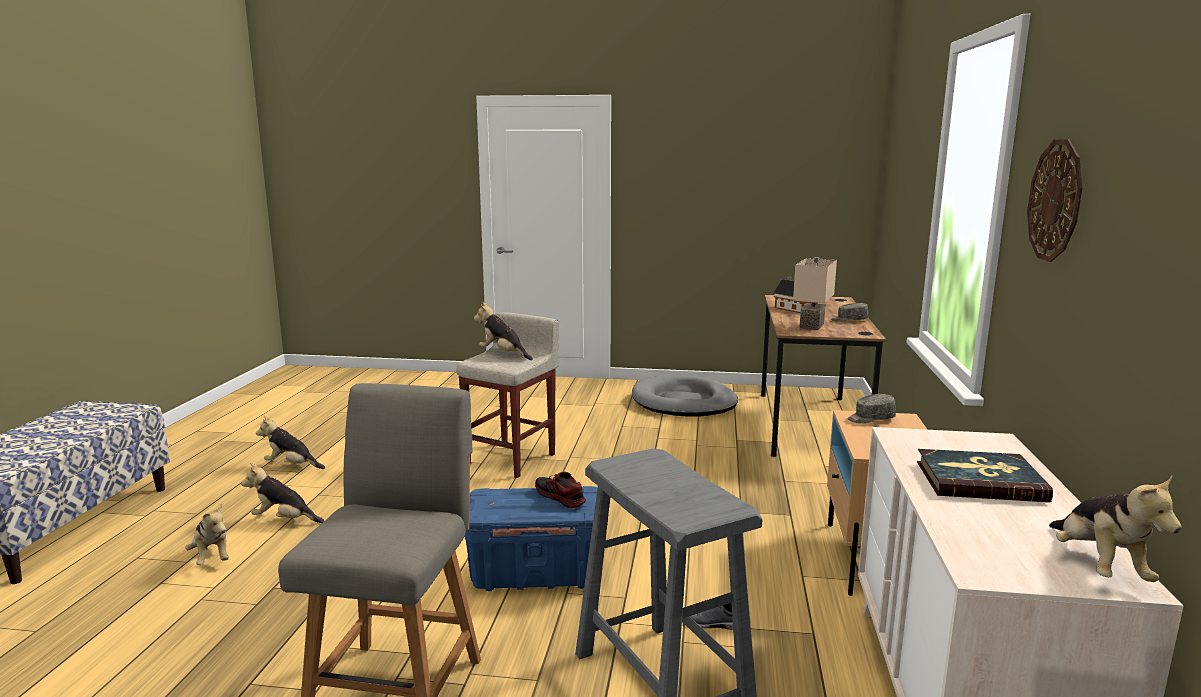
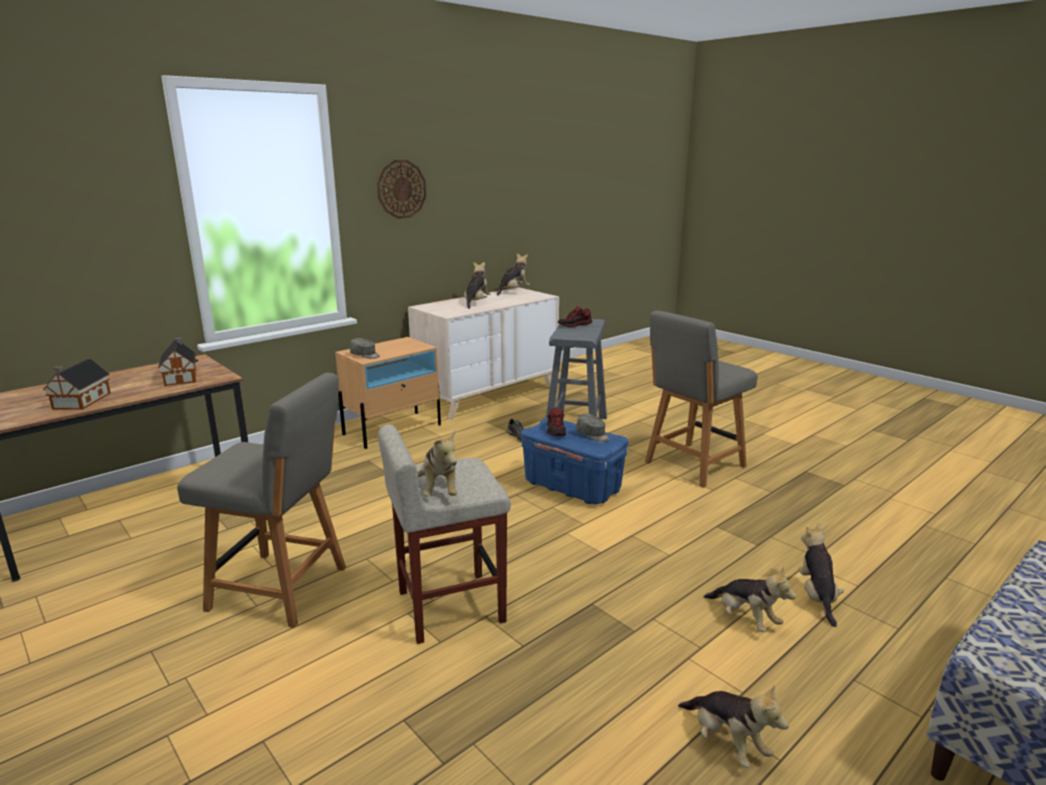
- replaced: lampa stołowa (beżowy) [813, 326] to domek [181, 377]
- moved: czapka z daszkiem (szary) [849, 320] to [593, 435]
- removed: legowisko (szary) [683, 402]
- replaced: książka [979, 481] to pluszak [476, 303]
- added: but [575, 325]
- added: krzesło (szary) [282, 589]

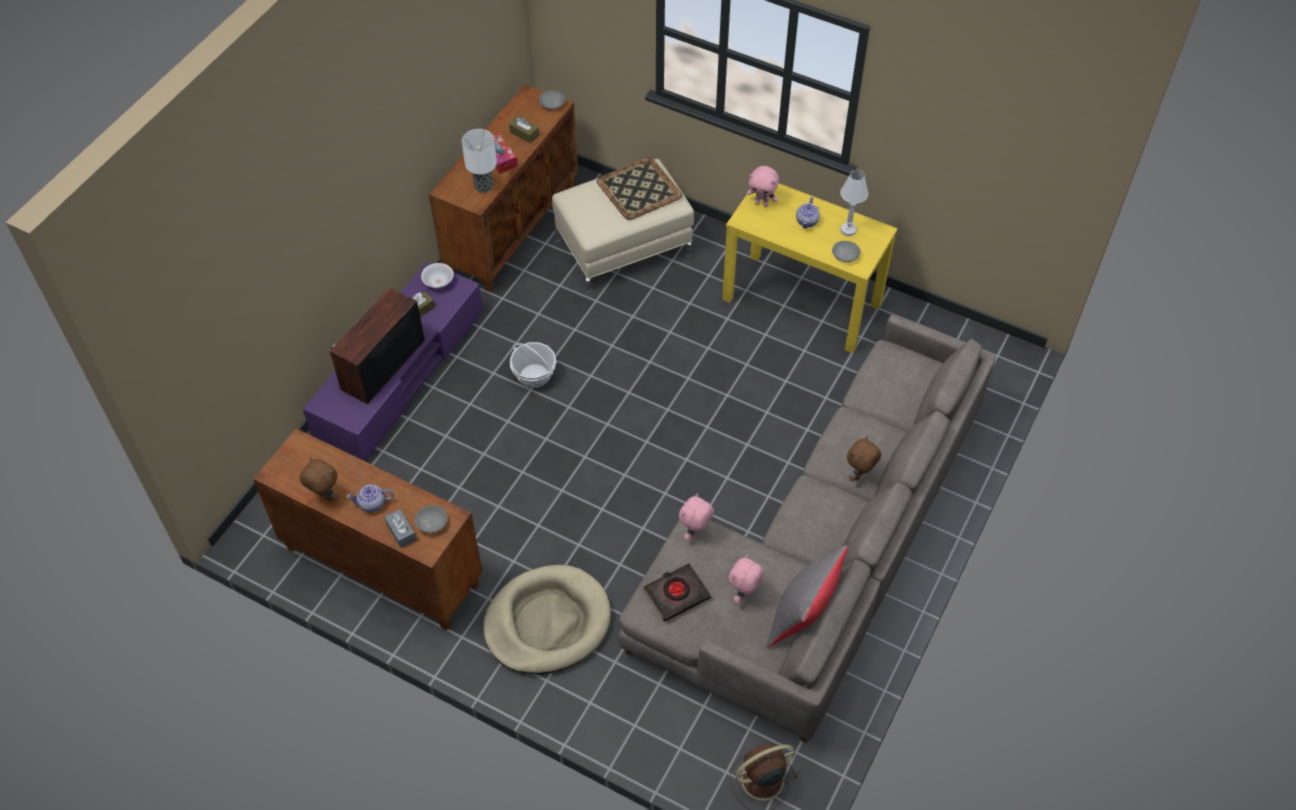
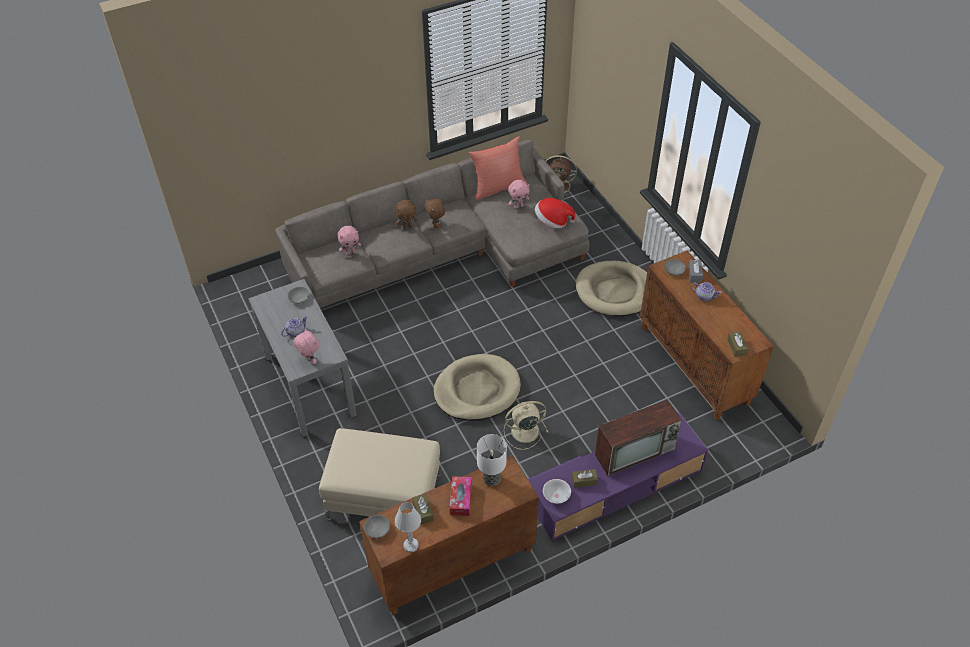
- removed: taca [638, 189]
- moved: lampa stołowa (biały) [848, 230] to [411, 545]
- recoloured: stolik konsolowy (żółty) [802, 302] to stolik konsolowy (szary) [309, 384]
- replaced: koszyk [534, 376] to wentylator (beżowy) [523, 431]
- moved: pluszak (brązowy) [325, 497] to [436, 225]
- moved: pluszak (różowy) [695, 533] to [350, 252]
- recoloured: poduszka (szary) [803, 615] to poduszka (czerwony) [498, 187]
- replaced: książka (czarny) [676, 594] to kapelusz [552, 221]
- added: pudełko chusteczek (brązowy) [736, 347]
- added: legowisko (beżowy) [477, 390]

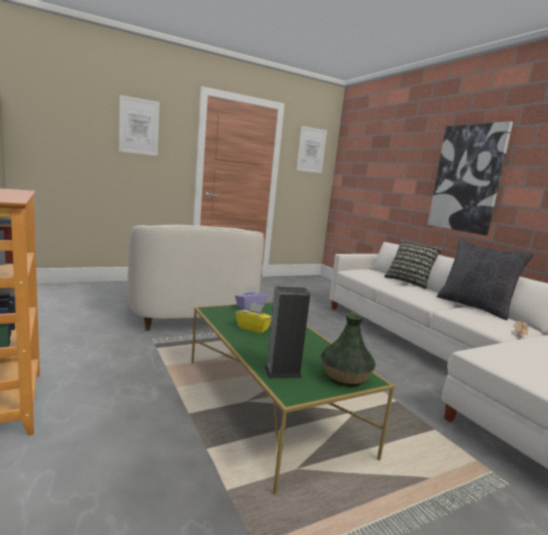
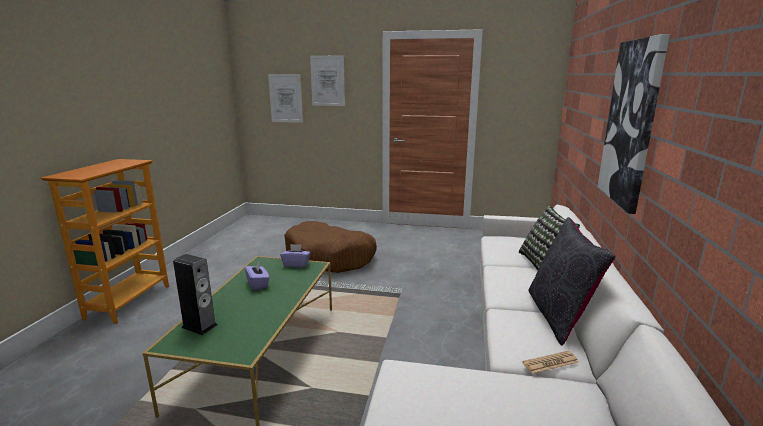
- moved: obraz [311, 150] to [286, 98]
- replaced: fotel (biały) [191, 312] to legowisko (brązowy) [330, 258]
- recoloured: pudełko chusteczek (żółty) [253, 328] to pudełko chusteczek (fioletowy) [258, 284]
- removed: wazon [344, 377]

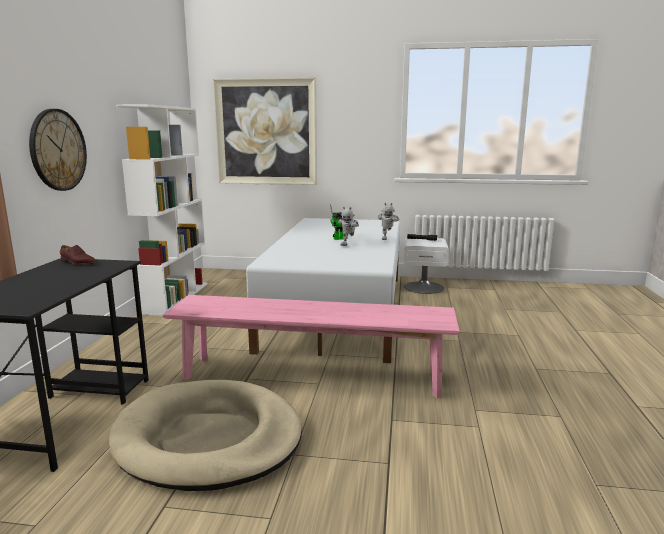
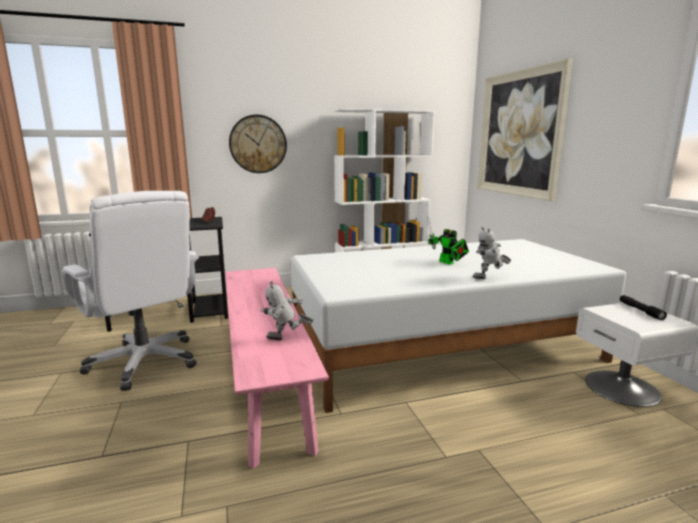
- moved: robot zabawkowy [348, 244] to [286, 340]
- replaced: legowisko (beżowy) [208, 439] to krzesło biurowe (biały) [145, 362]

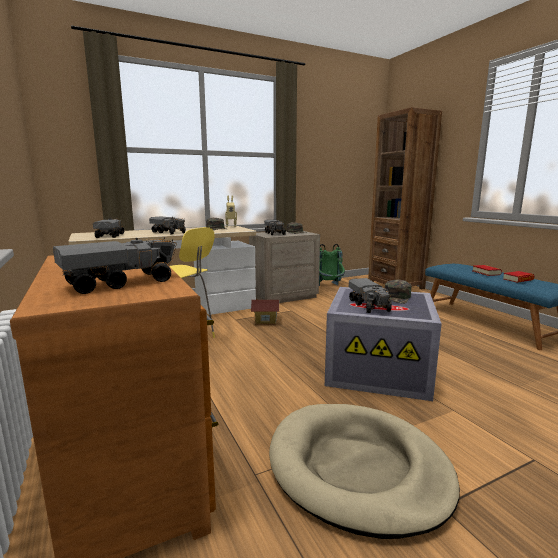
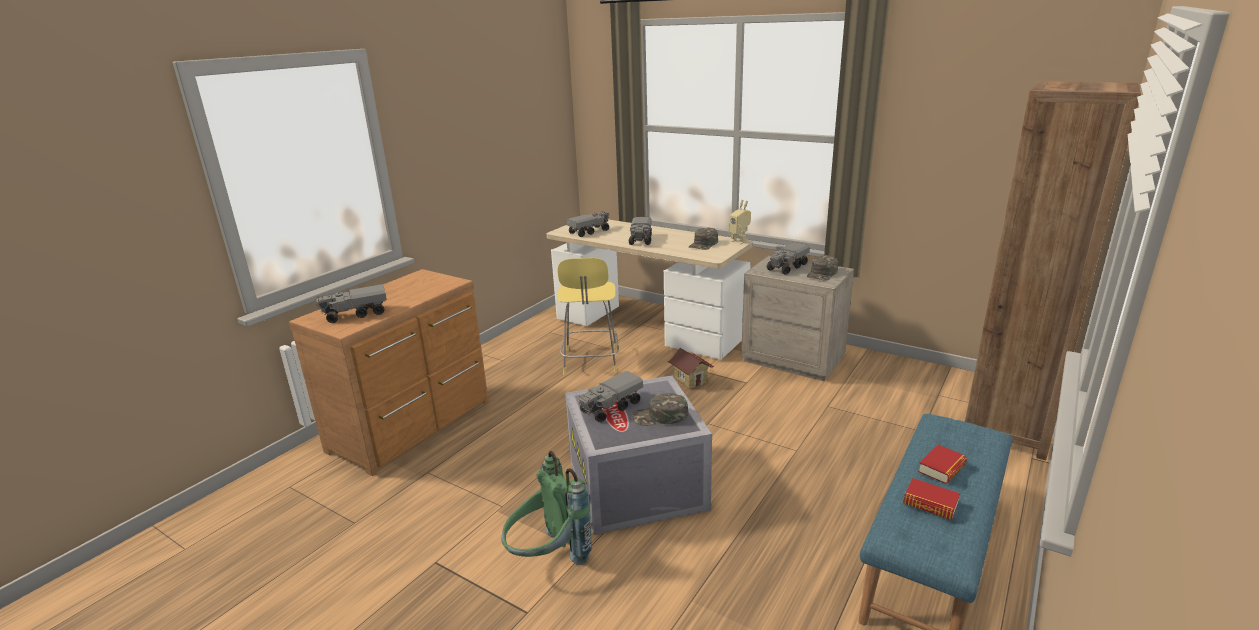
- turned: ciężarówka zabawkowa [120, 283] = [356, 314] 135 degrees clockwise
- moved: plecak (zielony) [329, 288] to [548, 559]
- removed: legowisko (beżowy) [357, 469]

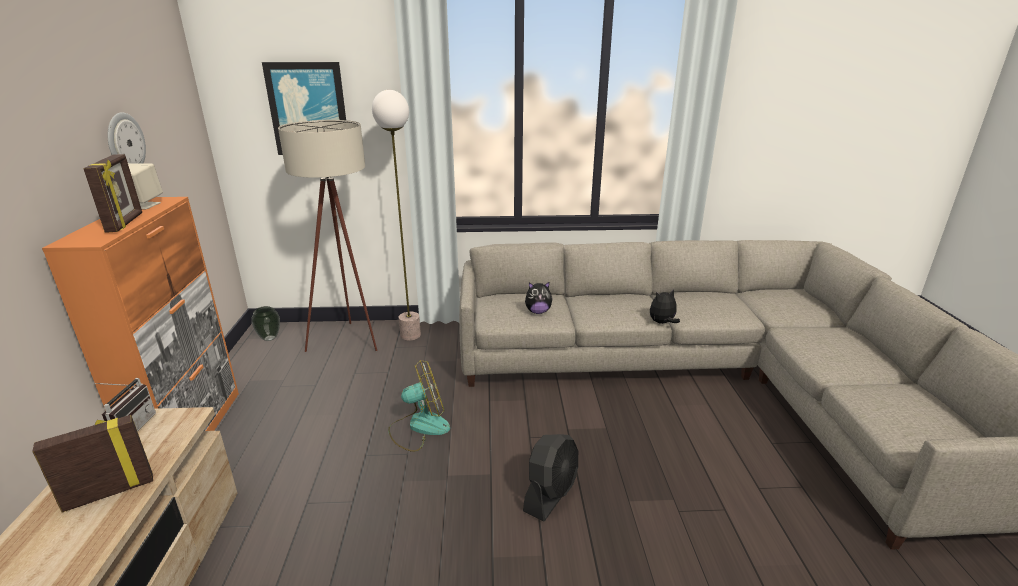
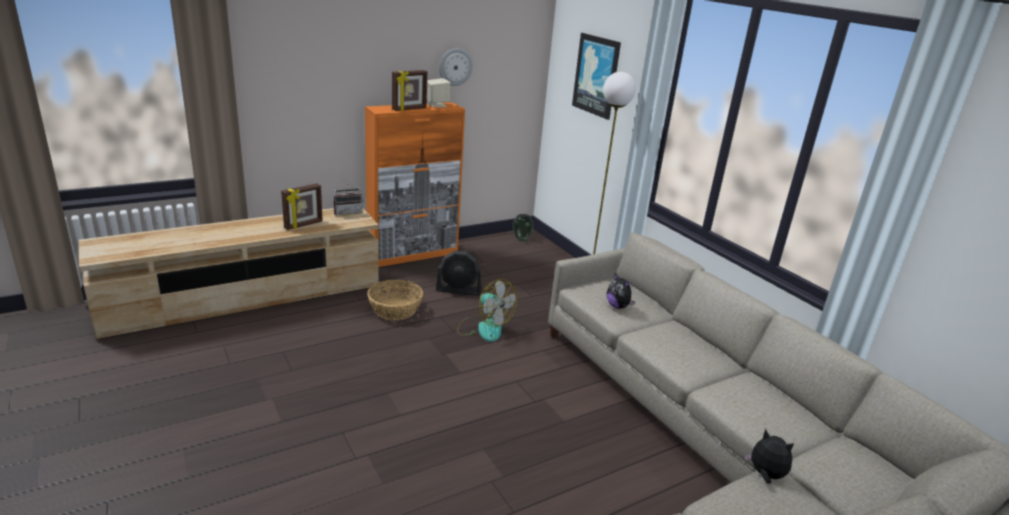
- removed: lampa stojąca (beżowy) [350, 344]
- moved: pluszak [662, 323] to [765, 475]
- turned: ramka na zdjęcie [109, 492] = [304, 225] 105 degrees clockwise
- moved: wentylator (czarny) [551, 494] to [459, 290]
- added: koszyk [395, 309]

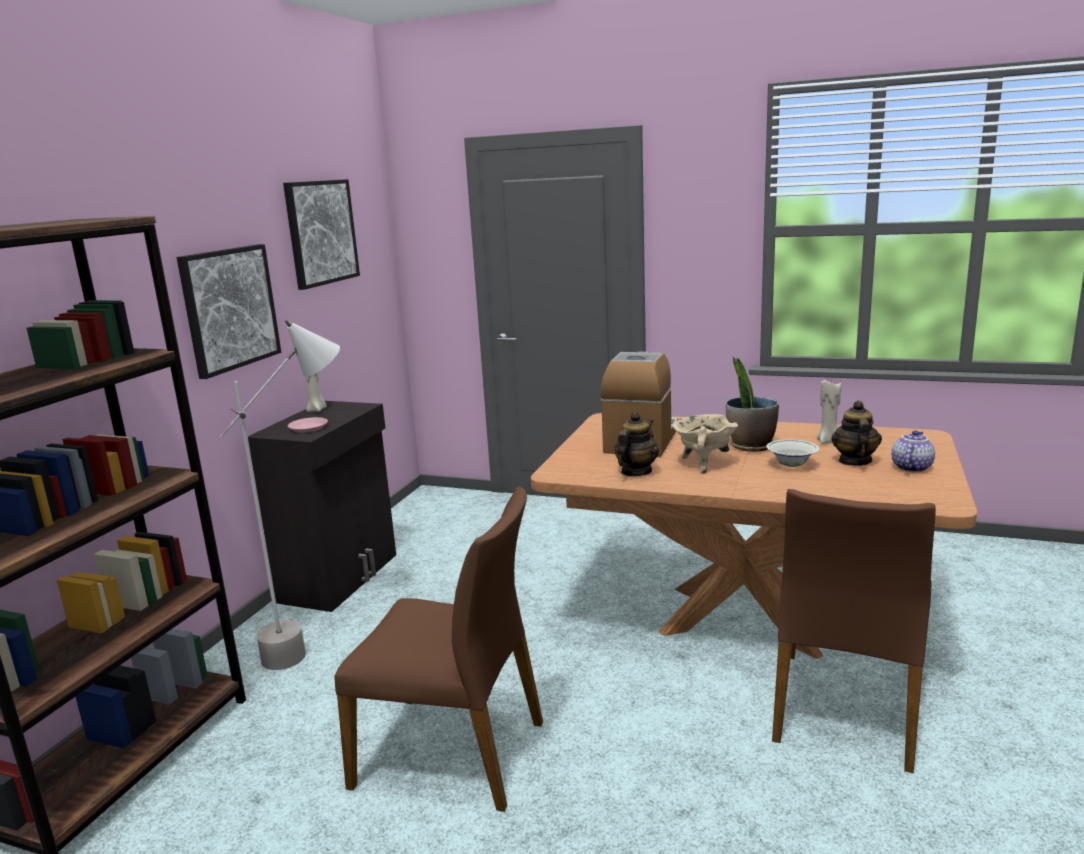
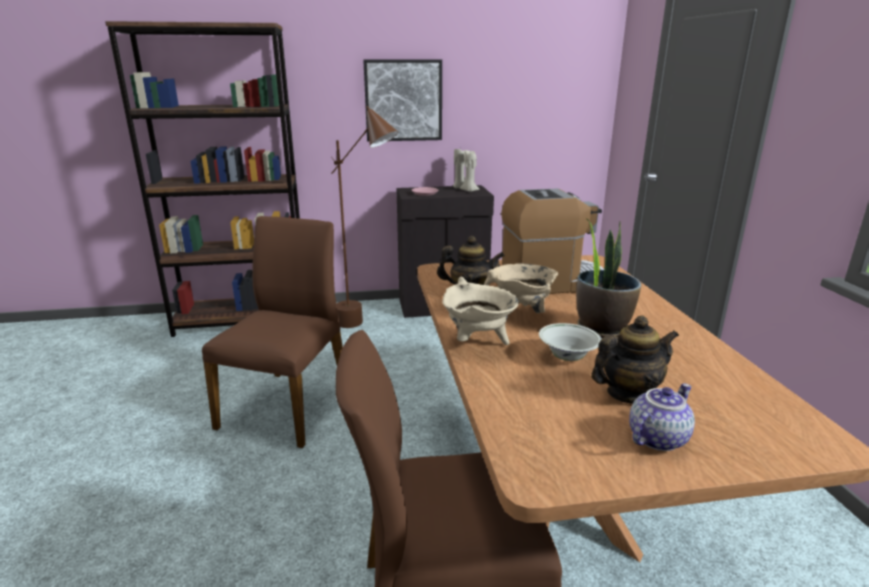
- removed: obraz [321, 232]
- recoloured: lampa stojąca (szary) [319, 644] to lampa stojąca (brązowy) [368, 326]
- moved: świeca (beżowy) [828, 441] to [469, 191]
- turned: imbryk [910, 467] = [656, 437] 45 degrees counterclockwise
- turned: krzesło (brązowy) [453, 752] = [287, 405] 150 degrees counterclockwise
- added: garnek (beżowy) [478, 343]

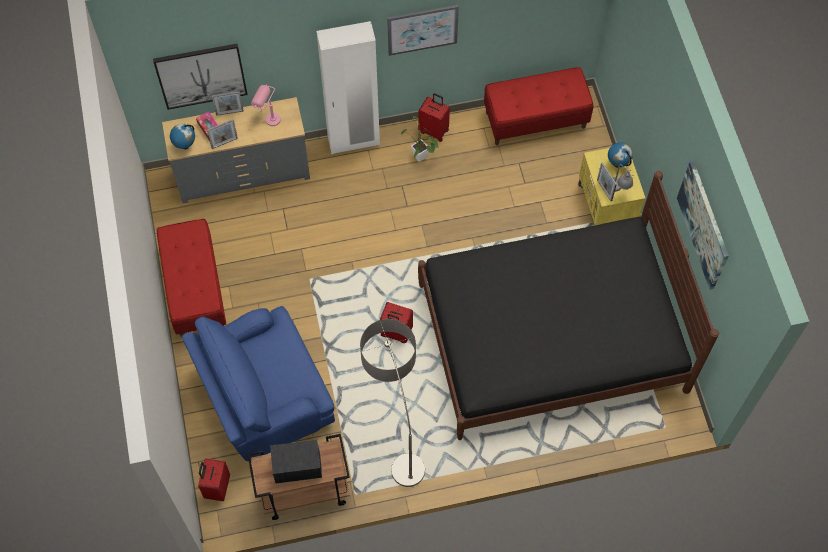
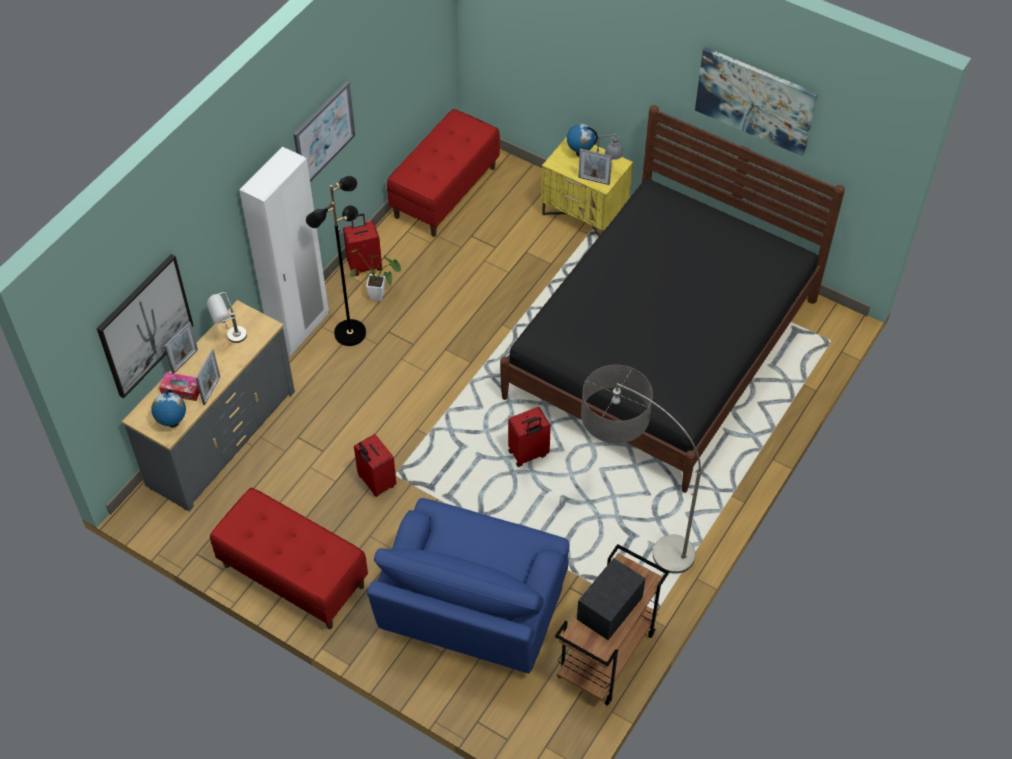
- recoloured: lampa stołowa (różowy) [268, 118] to lampa stołowa (szary) [230, 338]
- moved: walizka (czerwony) [217, 487] to [376, 482]
- added: lampa stojąca (czarny) [349, 332]

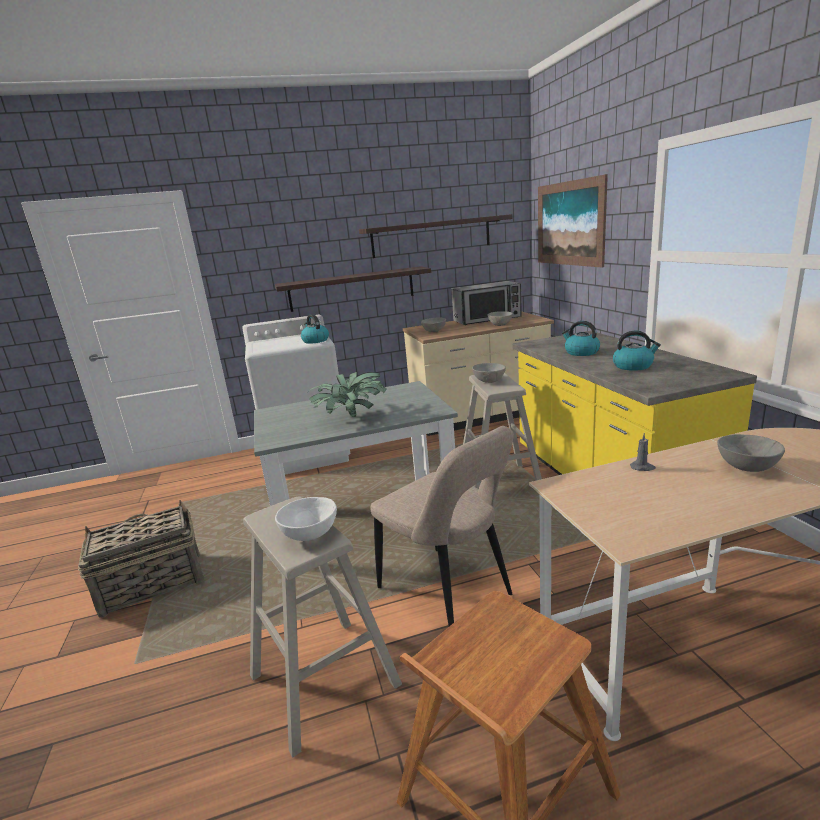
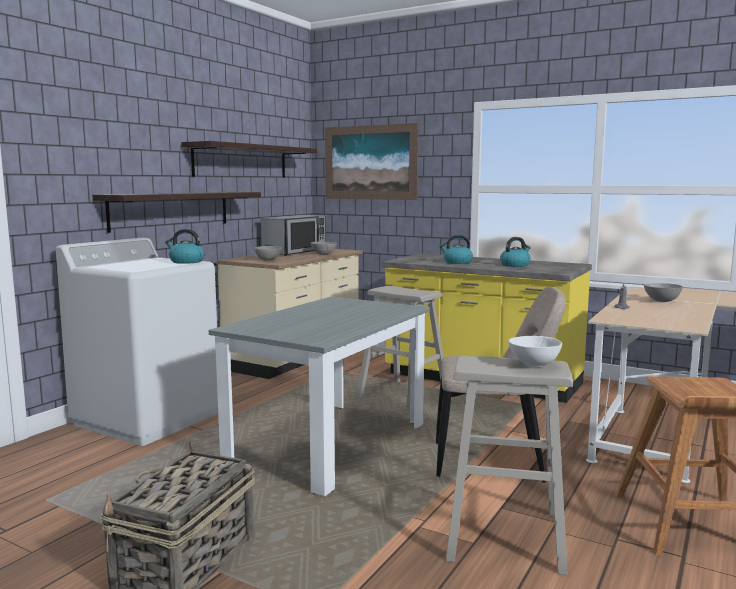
- removed: miska (szary) [489, 381]
- removed: roślina doniczkowa [351, 418]

